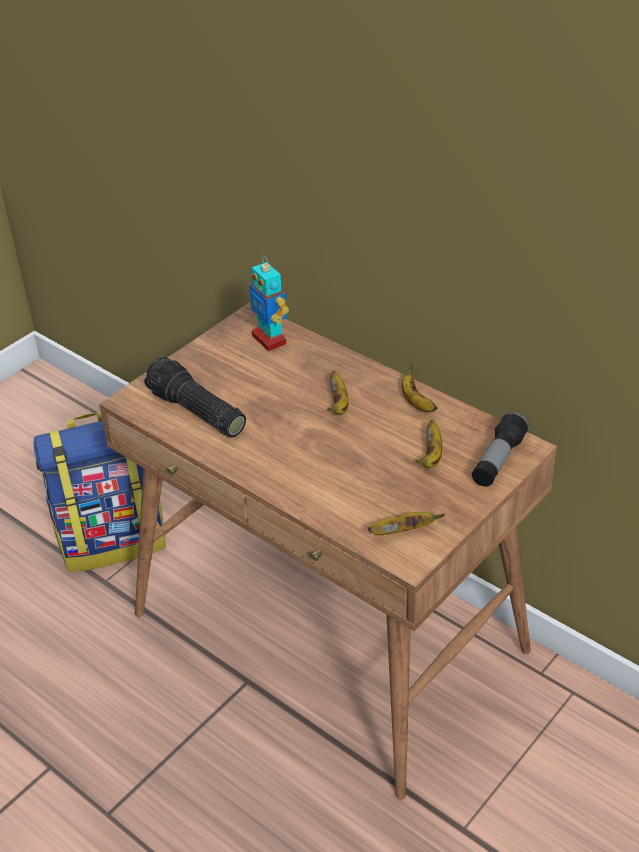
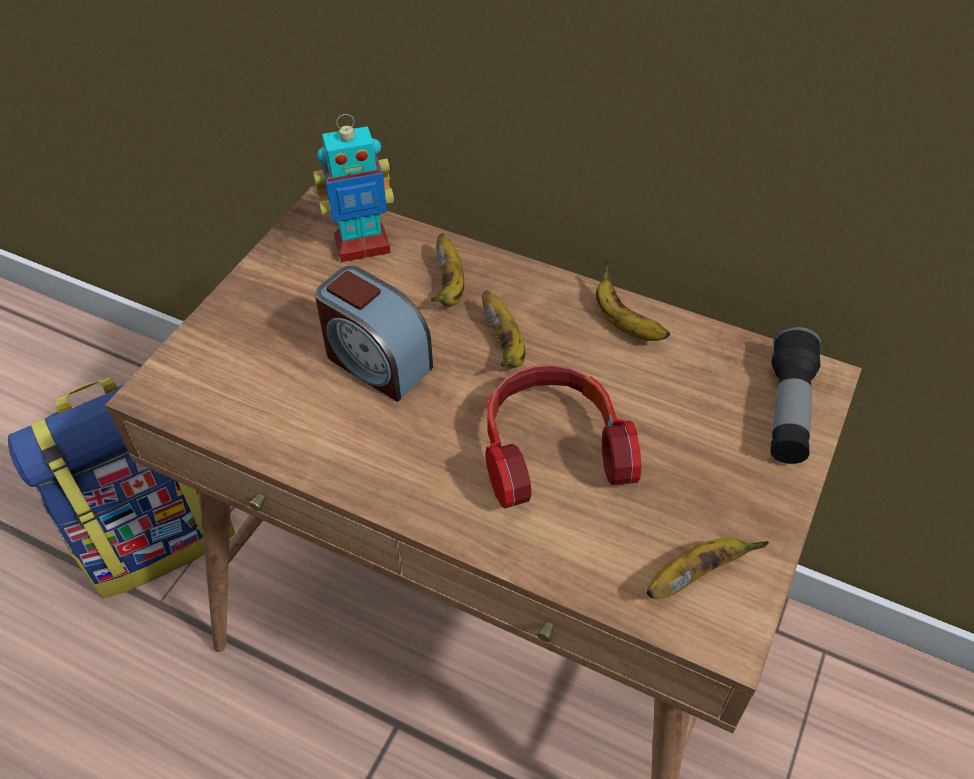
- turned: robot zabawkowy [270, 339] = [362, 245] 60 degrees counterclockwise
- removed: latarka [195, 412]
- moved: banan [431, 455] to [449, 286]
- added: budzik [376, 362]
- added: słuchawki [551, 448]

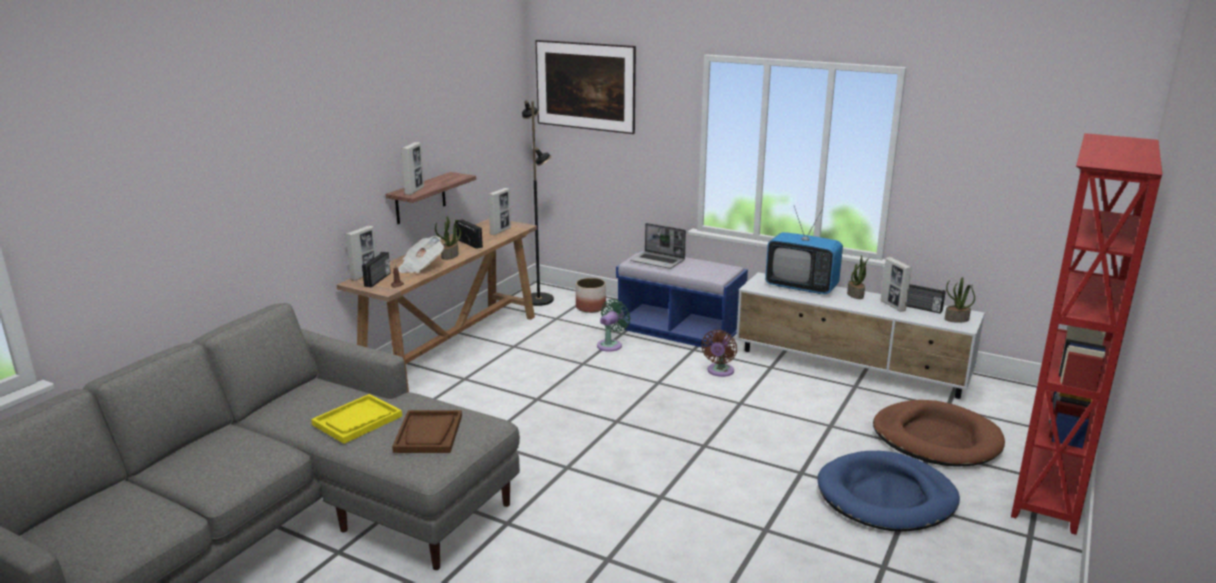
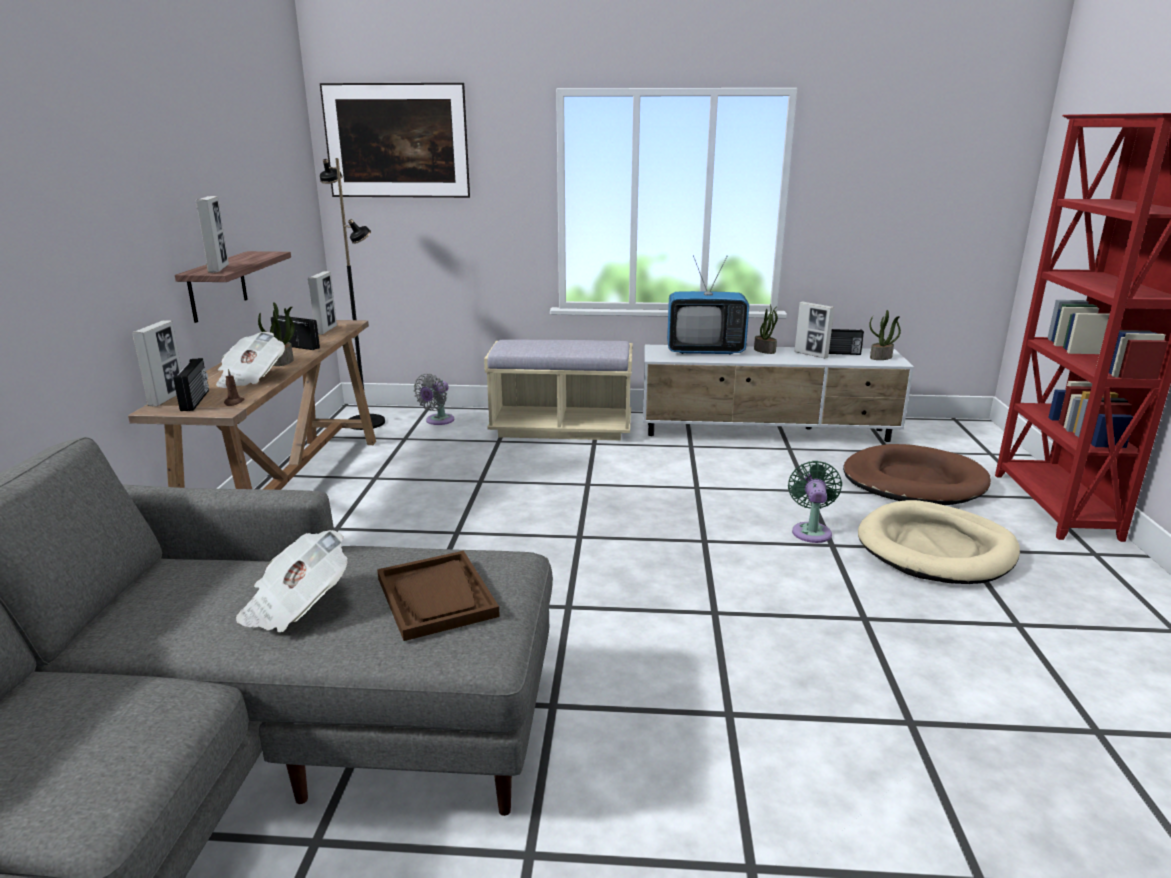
- removed: laptop [658, 261]
- recoloured: ławka (niebieski) [679, 331] to ławka (beżowy) [561, 428]
- replaced: donica [591, 307] to wentylator (szary) [438, 421]
- moved: wentylator (zielony) [611, 345] to [811, 531]
- removed: wentylator (brązowy) [719, 372]
- replaced: taca (żółty) [357, 421] to gazeta [296, 606]
- recoloured: legowisko (niebieski) [886, 496] to legowisko (beżowy) [936, 549]

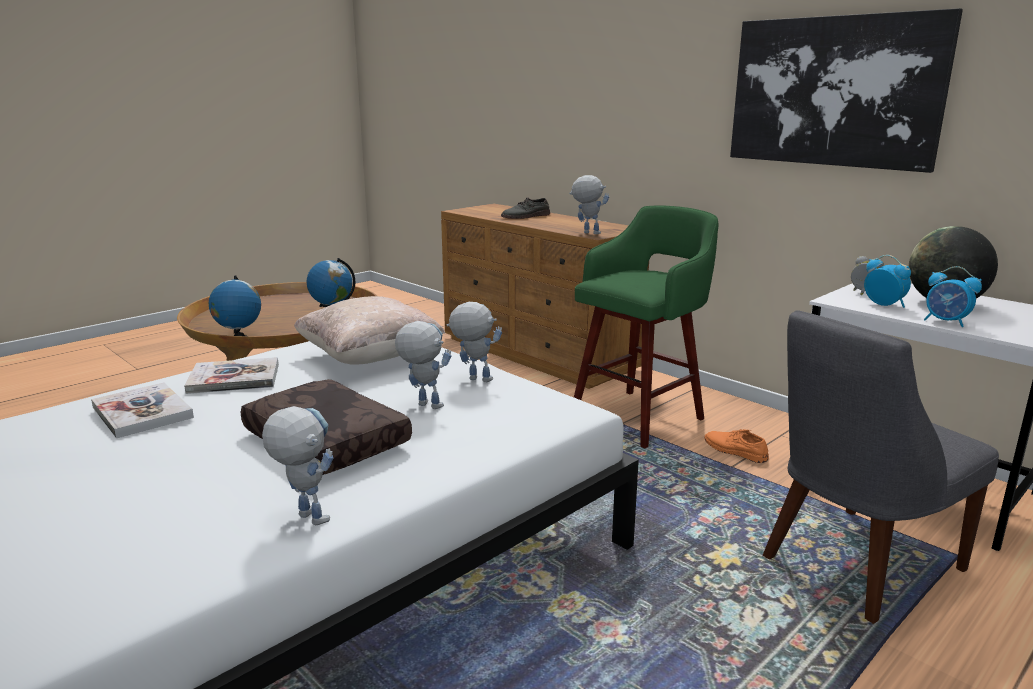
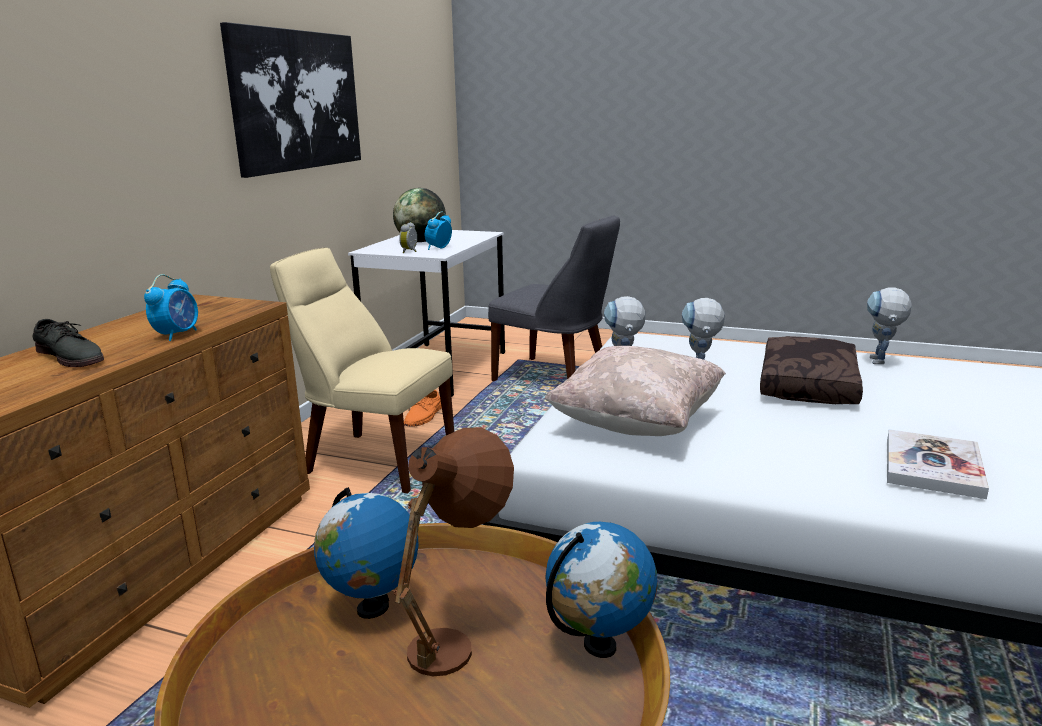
- removed: robot zabawkowy [586, 233]
- replaced: stołek (zielony) [639, 417] to krzesło (beżowy) [374, 460]
- moved: budzik [946, 322] to [177, 335]
- removed: książka [234, 378]
- added: lampa stołowa (brązowy) [457, 639]

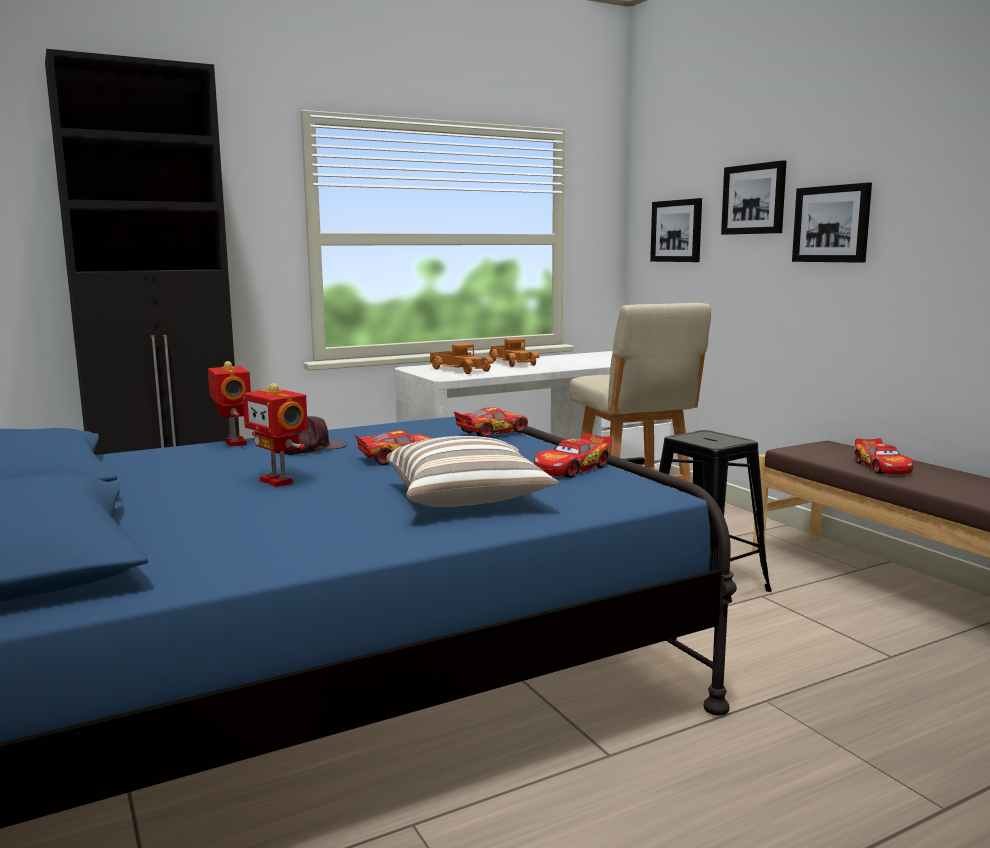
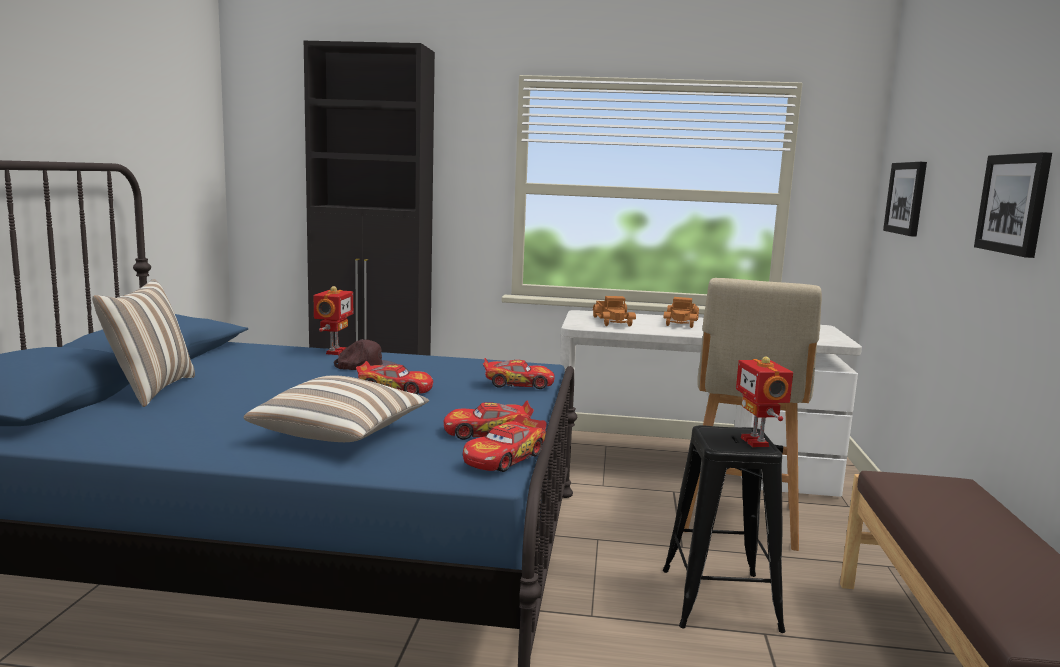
- removed: obraz [754, 199]
- moved: robot zabawkowy [278, 481] to [756, 442]
- moved: samochodzik [882, 467] to [505, 458]
- added: poduszka [150, 390]

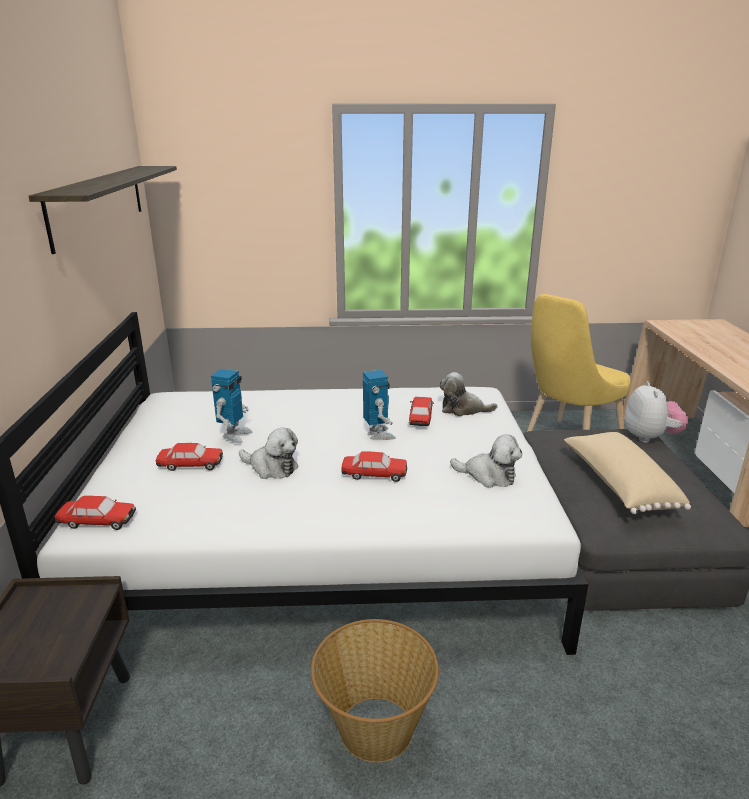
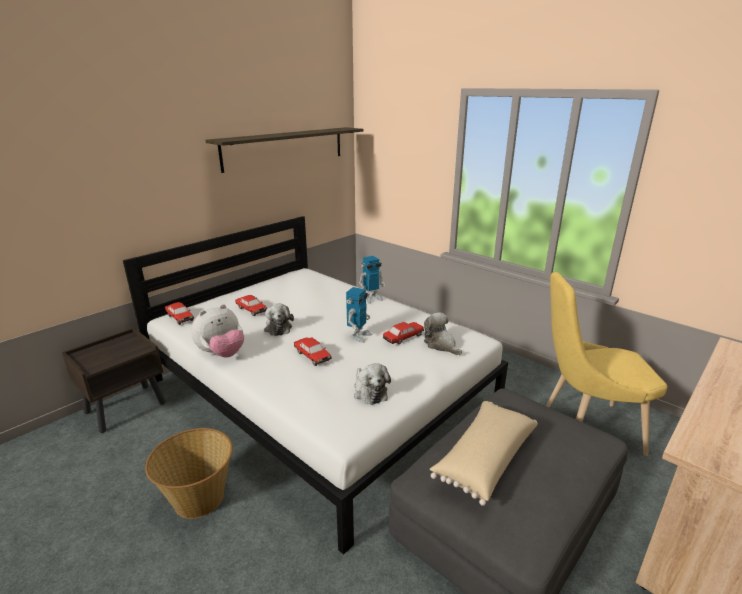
- moved: robot zabawkowy [234, 435] to [372, 298]
- moved: pluszak [650, 438] to [222, 354]

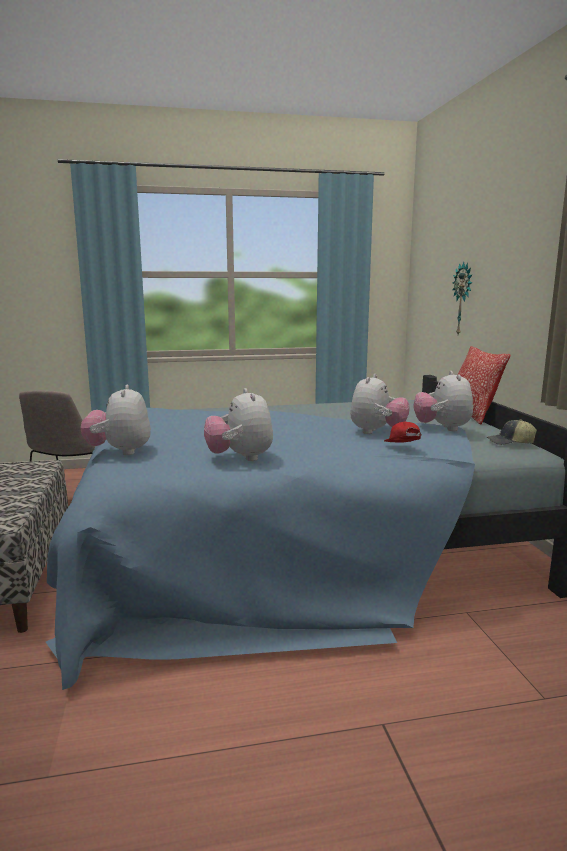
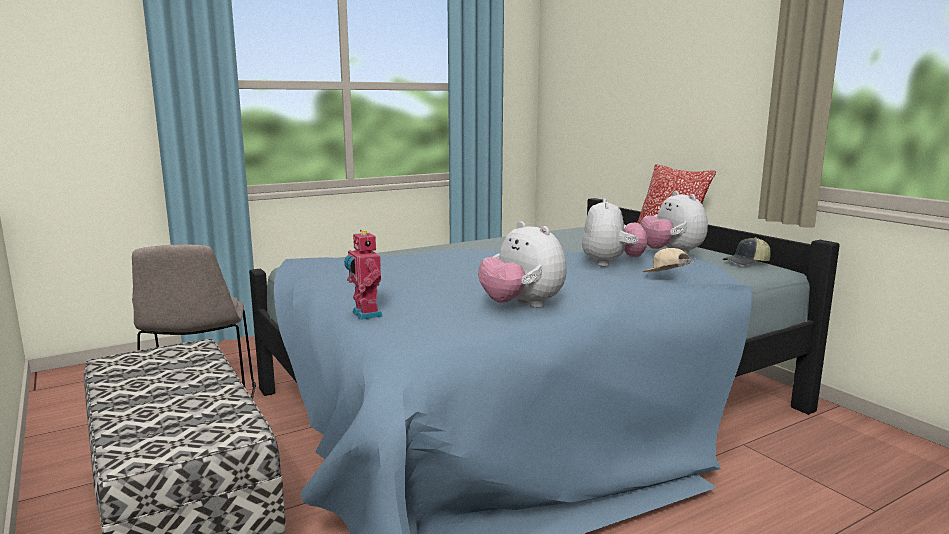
- removed: zegar ścienny [463, 299]
- replaced: pluszak [119, 452] to robot zabawkowy [365, 314]
- recoloured: czapka z daszkiem (czerwony) [402, 448] to czapka z daszkiem (beżowy) [666, 277]

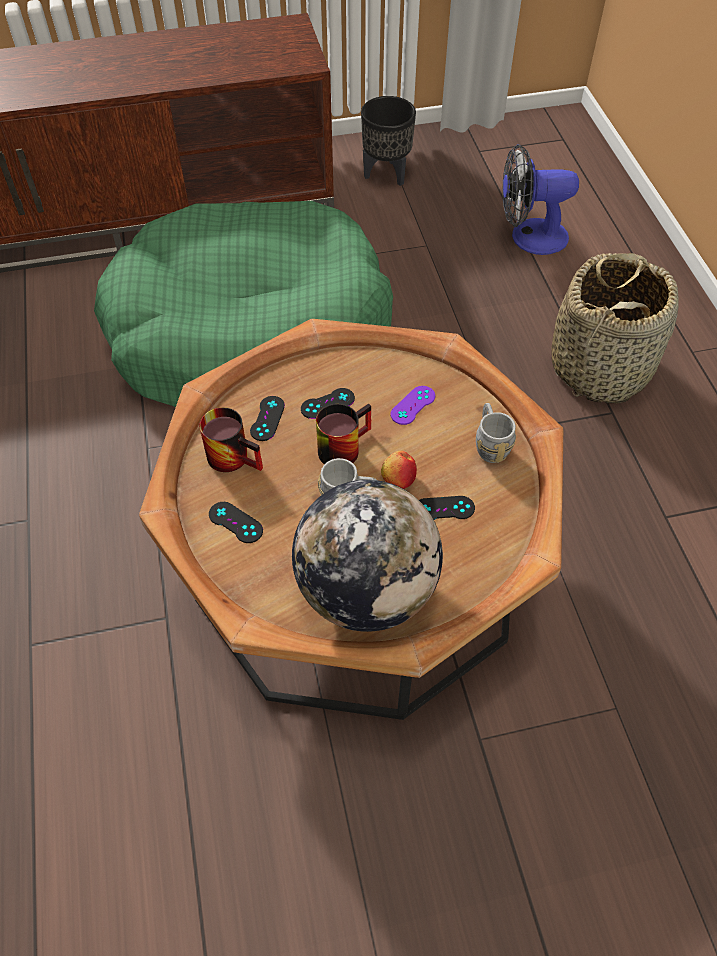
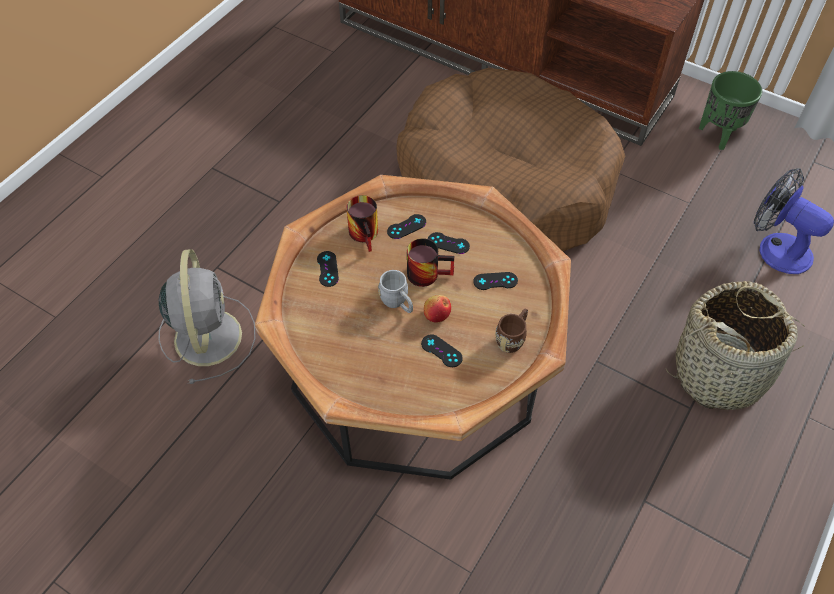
- recoloured: donica (czarny) [386, 174] to donica (zielony) [718, 135]
- recoloured: legowisko (zielony) [249, 332] to legowisko (brązowy) [506, 181]
- recoloured: pad do gier (fioletowy) [413, 405] to pad do gier (czarny) [495, 281]
- recoloured: kubek (szary) [490, 444] to kubek (brązowy) [513, 338]
- removed: globus [366, 590]
- added: wentylator (szary) [208, 335]

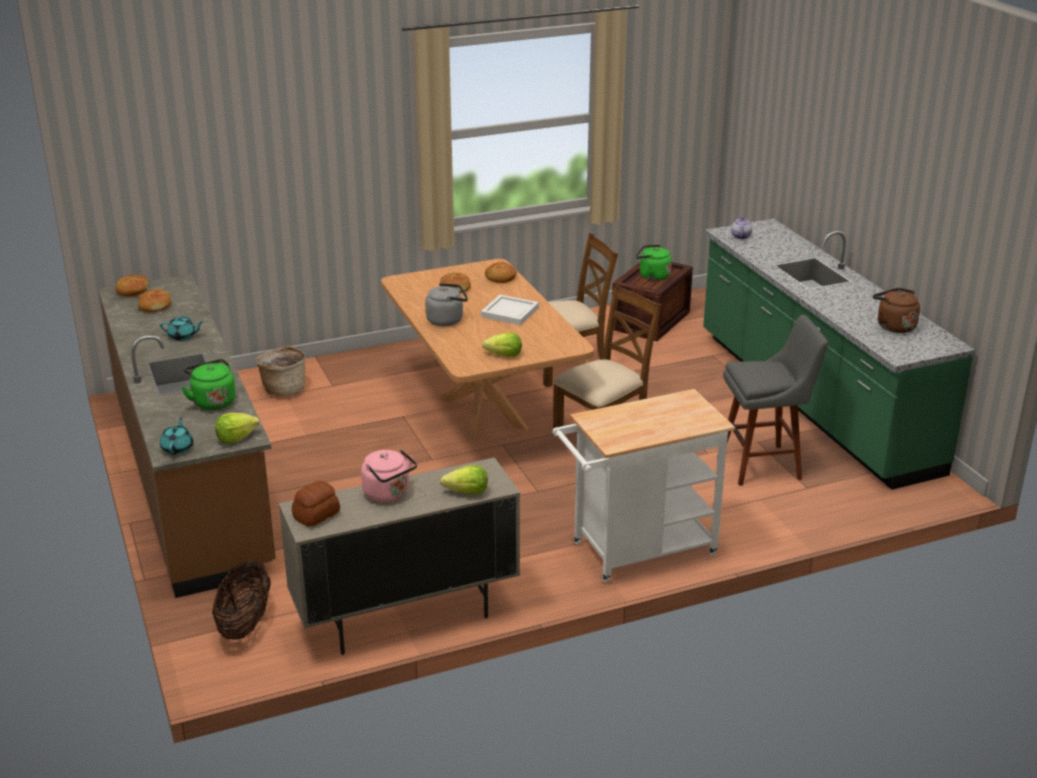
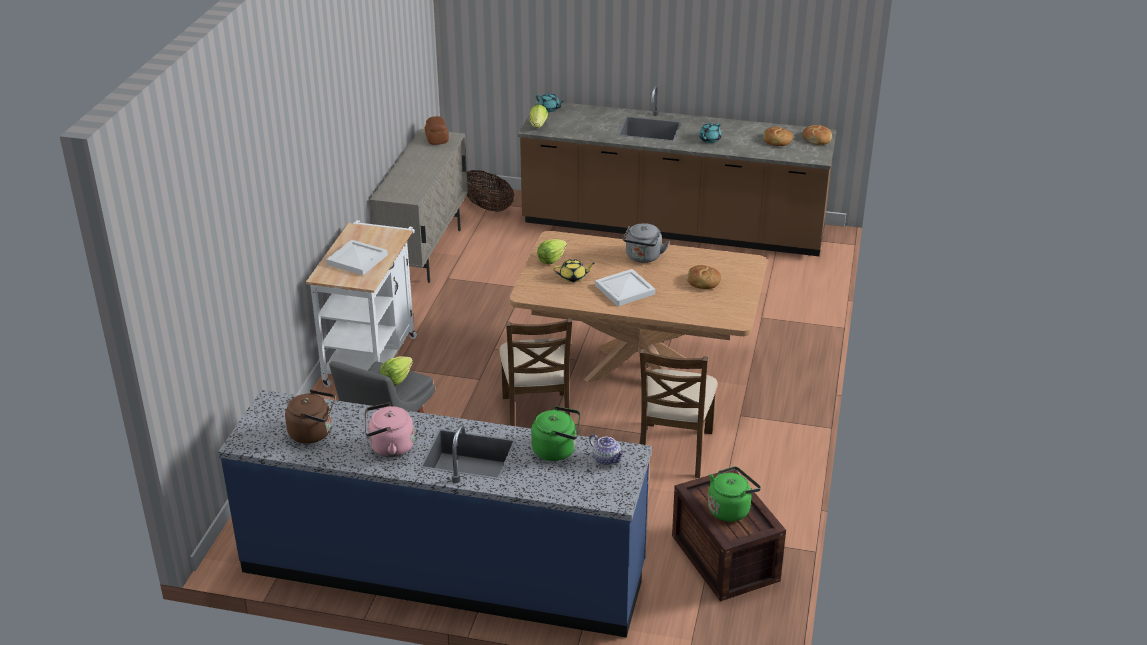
- recoloured: zabudowa kuchenna (zielony) [813, 402] to zabudowa kuchenna (niebieski) [444, 570]
- removed: chleb [500, 278]
- removed: koszyk [284, 389]
- moved: czajnik (zielony) [212, 401] to [557, 450]
- moved: czajnik (różowy) [389, 494] to [389, 447]
- moved: sałata [467, 492] to [396, 379]
- added: taca (biały) [358, 259]
- added: imbryk (żółty) [573, 277]

